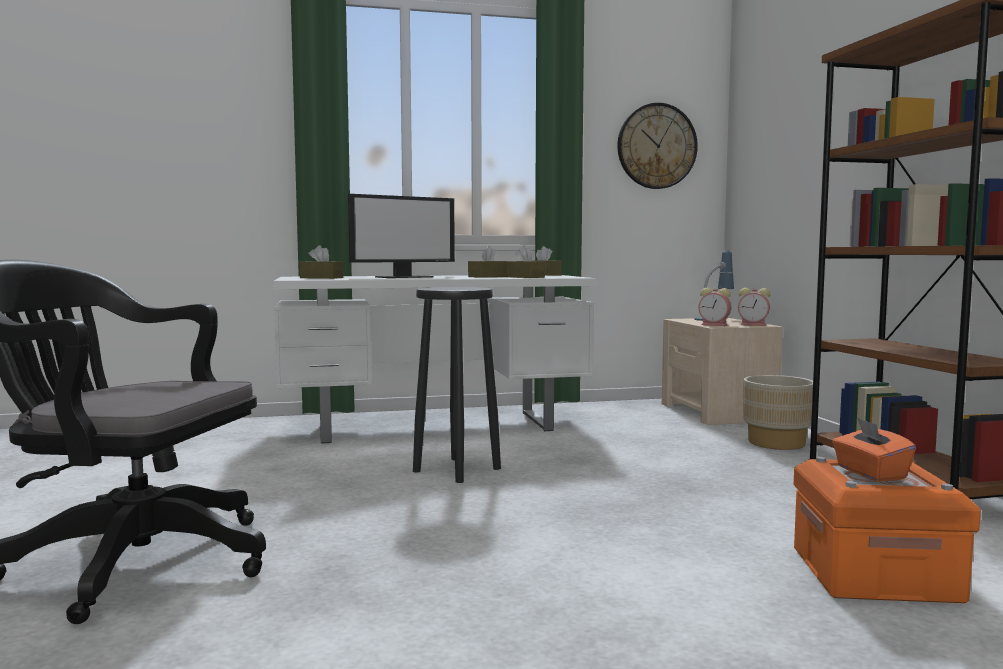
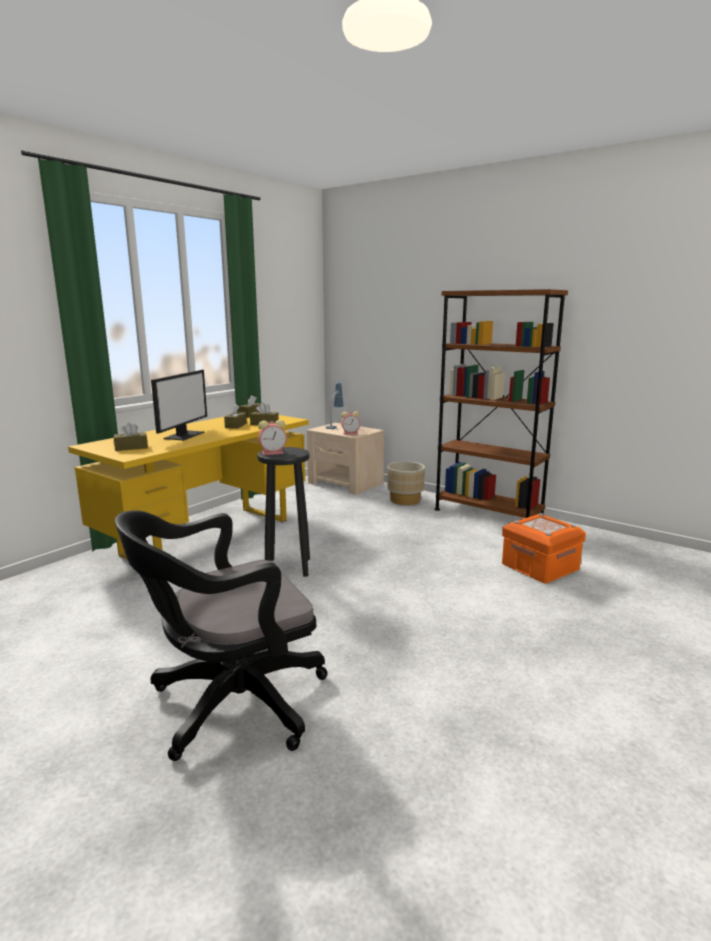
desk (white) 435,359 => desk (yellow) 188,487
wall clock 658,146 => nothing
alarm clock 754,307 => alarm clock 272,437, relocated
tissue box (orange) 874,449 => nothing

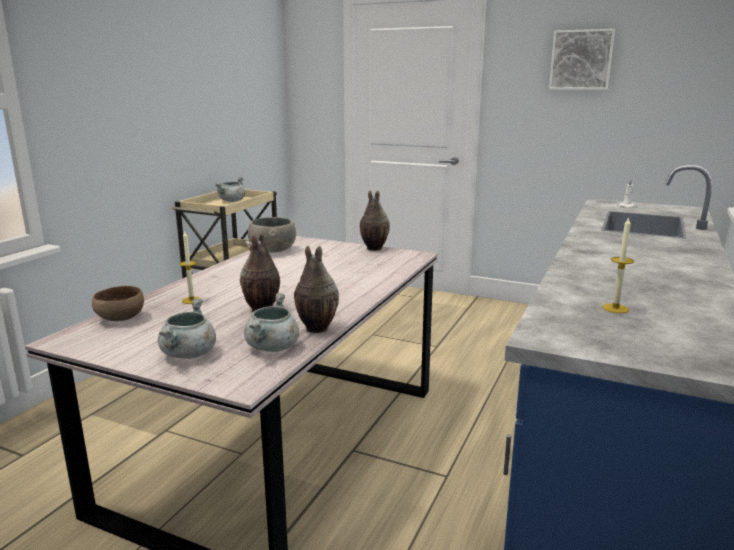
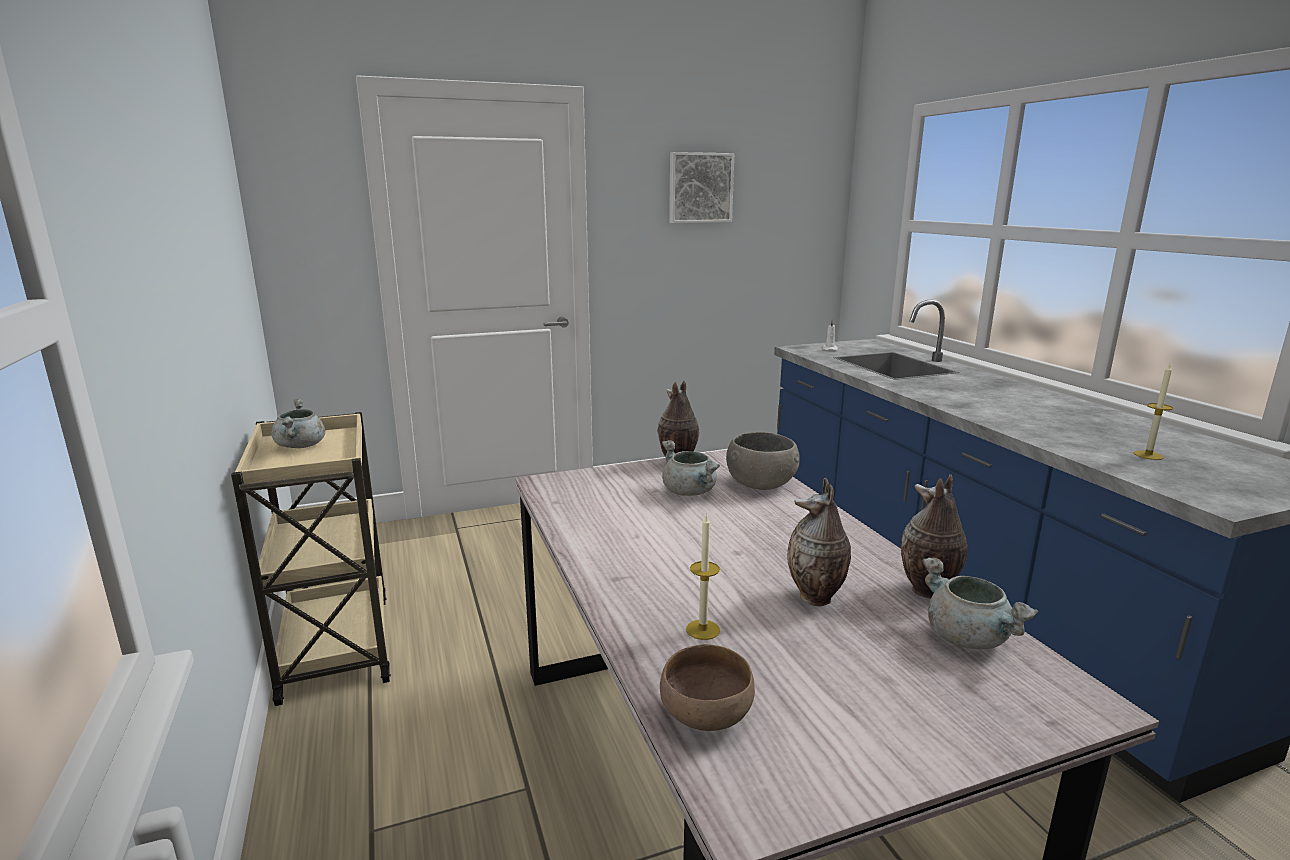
cooking pot (grey) 187,328 => cooking pot (grey) 691,468, relocated
bowl (grey) 272,234 => bowl (grey) 763,461, relocated

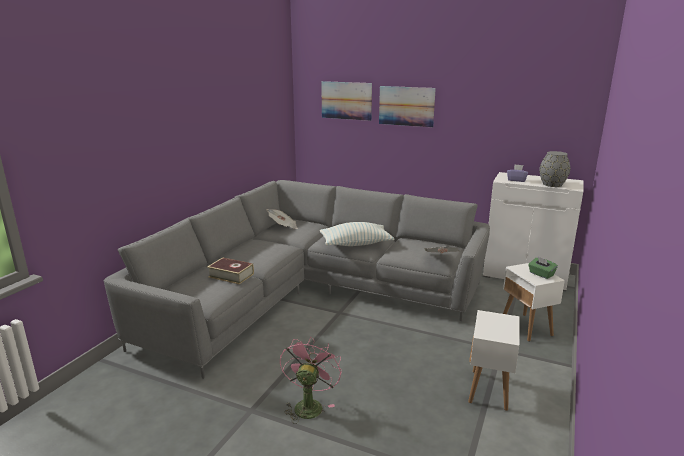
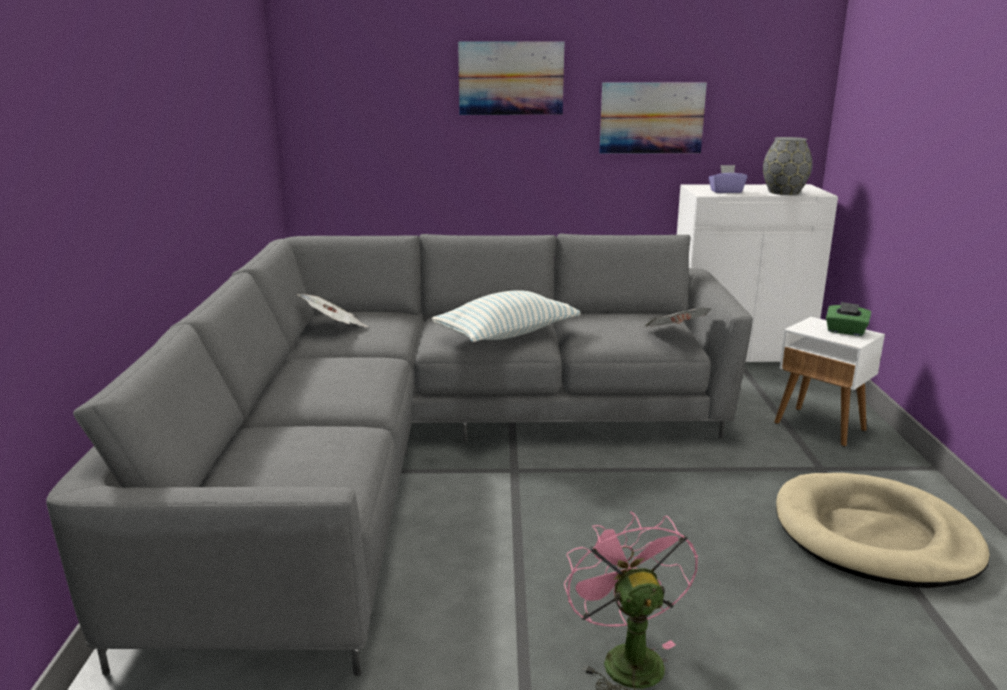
book 230,270 => nothing
picture 346,101 => picture 653,118, relocated
side table (white) 493,360 => dog bed (beige) 883,530

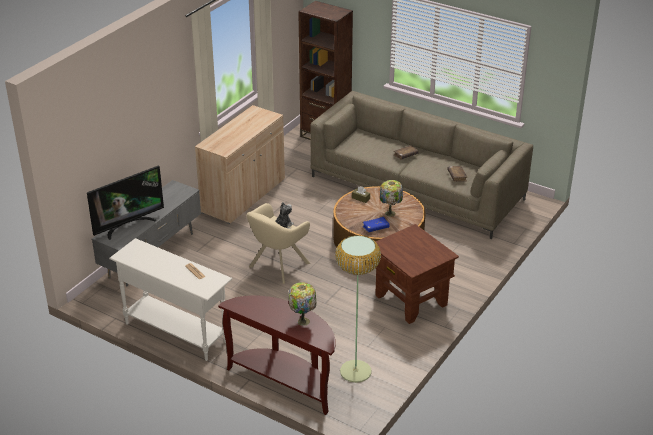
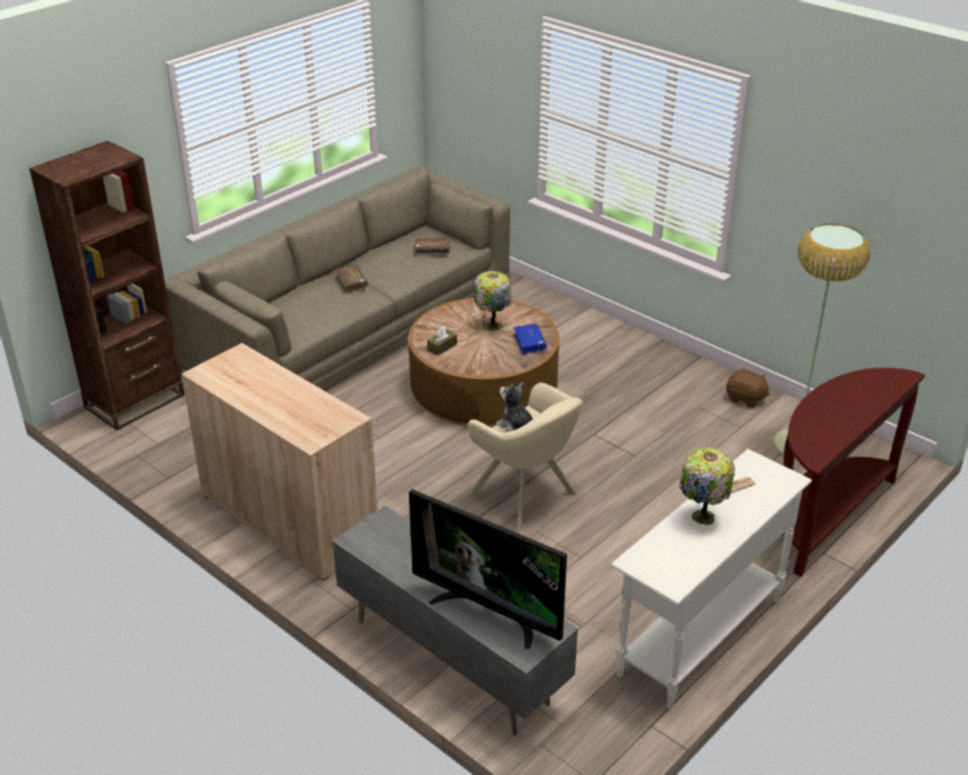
television 125,203 => television 488,569, 150 degrees clockwise
table lamp 302,304 => table lamp 707,486, relocated
side table (brown) 415,274 => nothing
nothing => plush toy (brown) 748,388

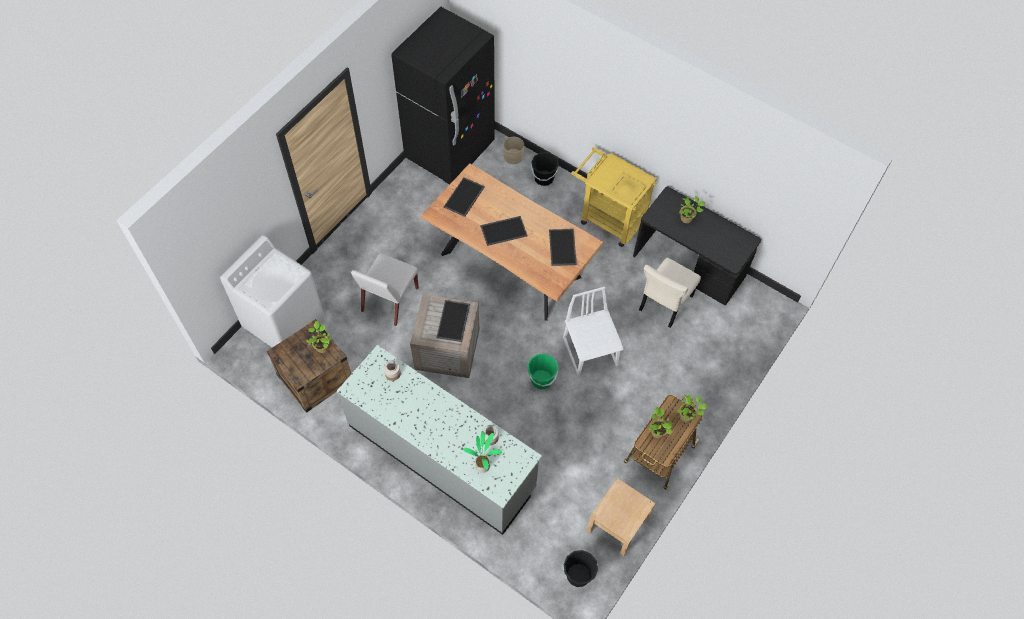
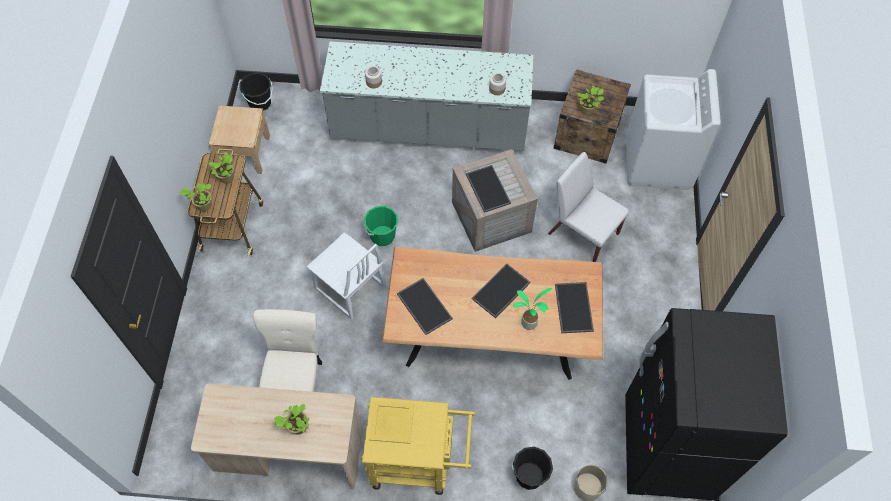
chair (white) 385,289 => chair (white) 588,207, 45 degrees counterclockwise
potted plant 482,452 => potted plant 532,309, relocated
desk (black) 697,245 => desk (beige) 277,436

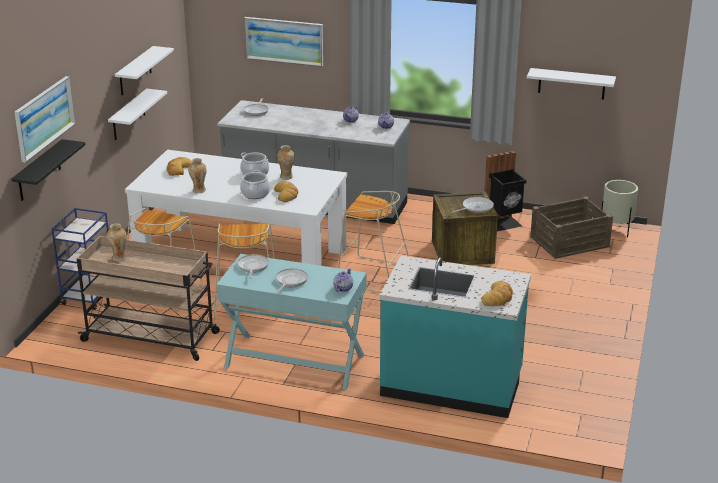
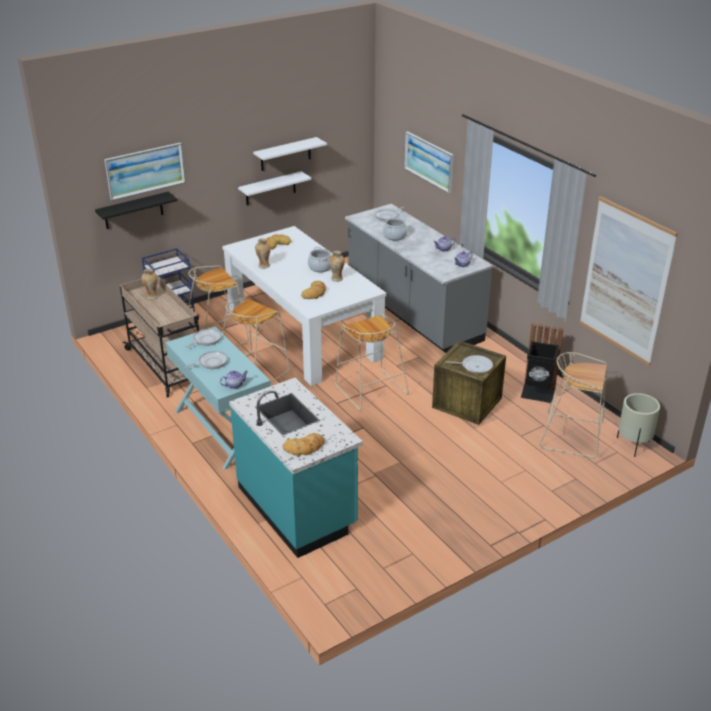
cooking pot 255,184 => cooking pot 395,228, relocated
shelf (white) 571,84 => picture 629,281
crate 571,227 => stool (beige) 573,405

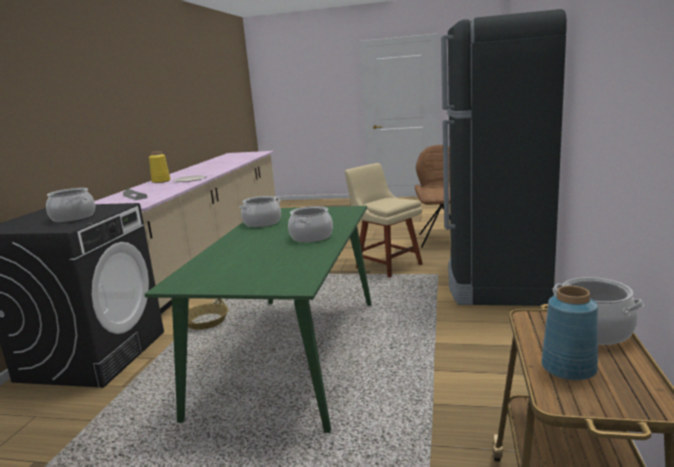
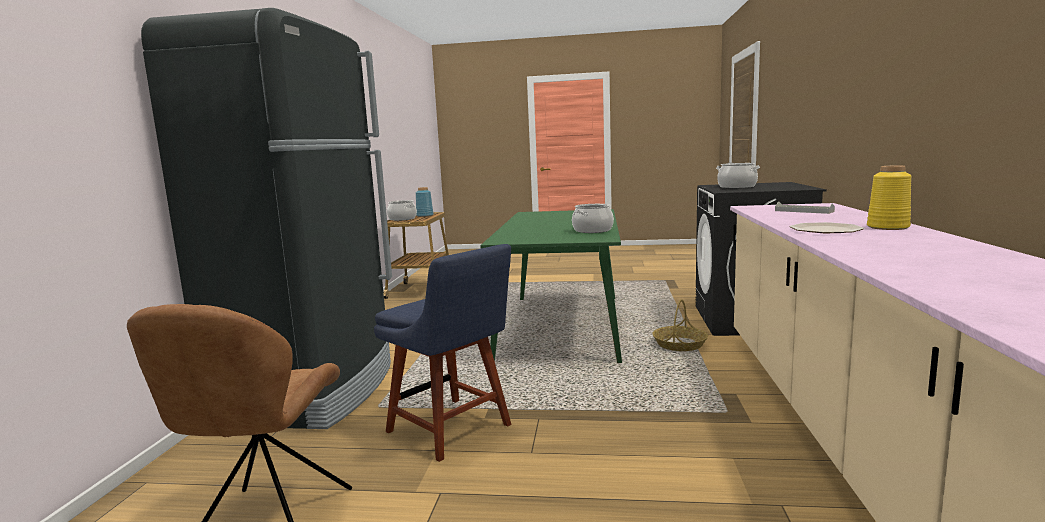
cooking pot 310,224 => nothing
chair (beige) 384,220 => chair (blue) 442,353

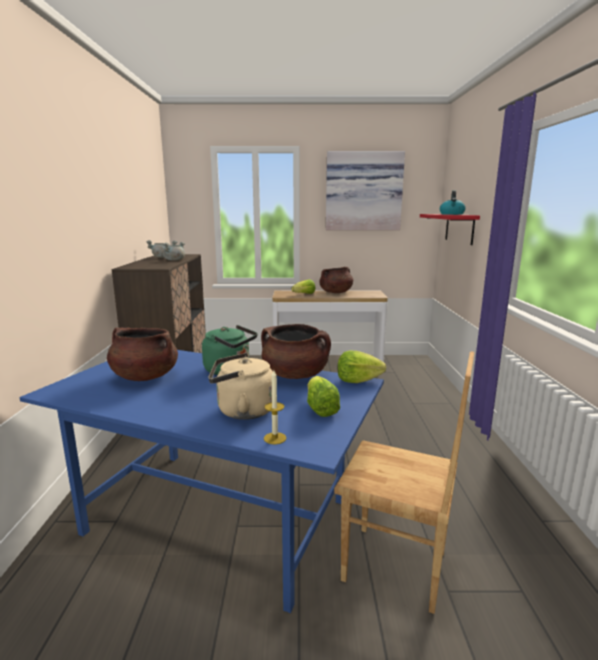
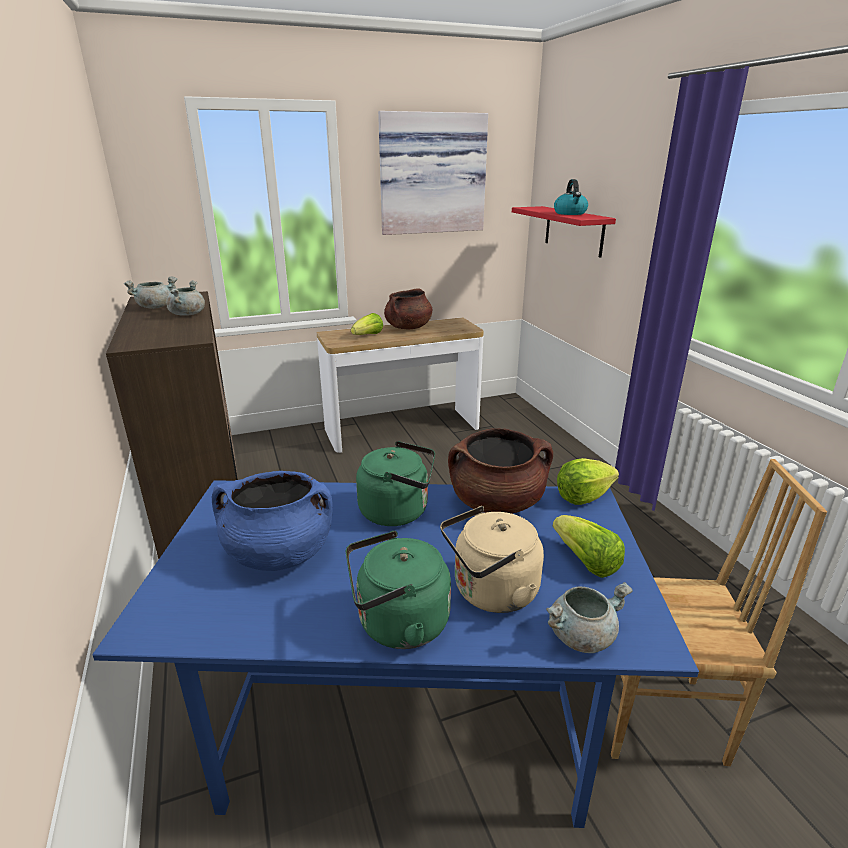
cooking pot (brown) 142,354 => cooking pot (blue) 272,521
candle 275,407 => cooking pot (grey) 589,617
nothing => kettle (green) 398,590

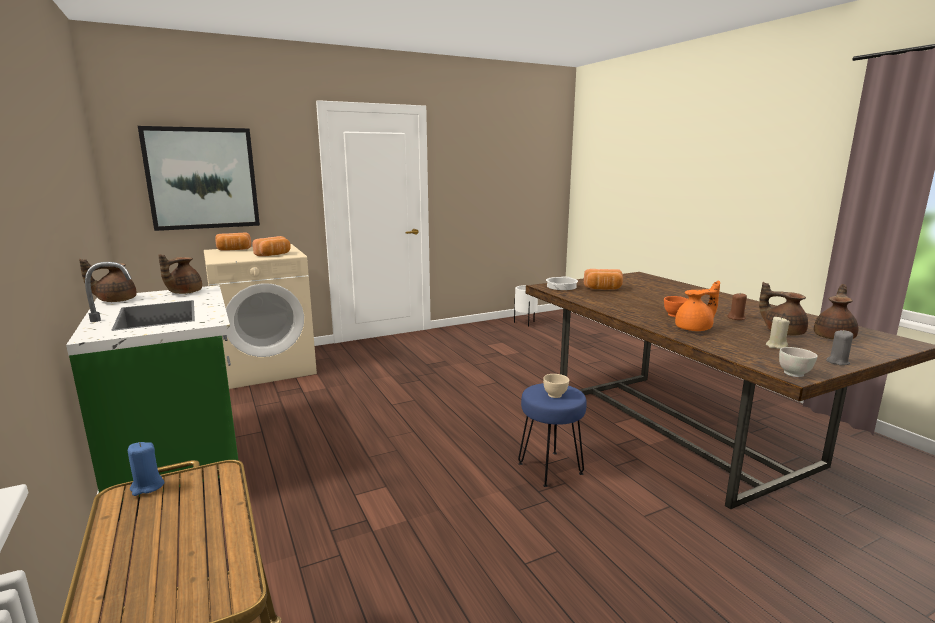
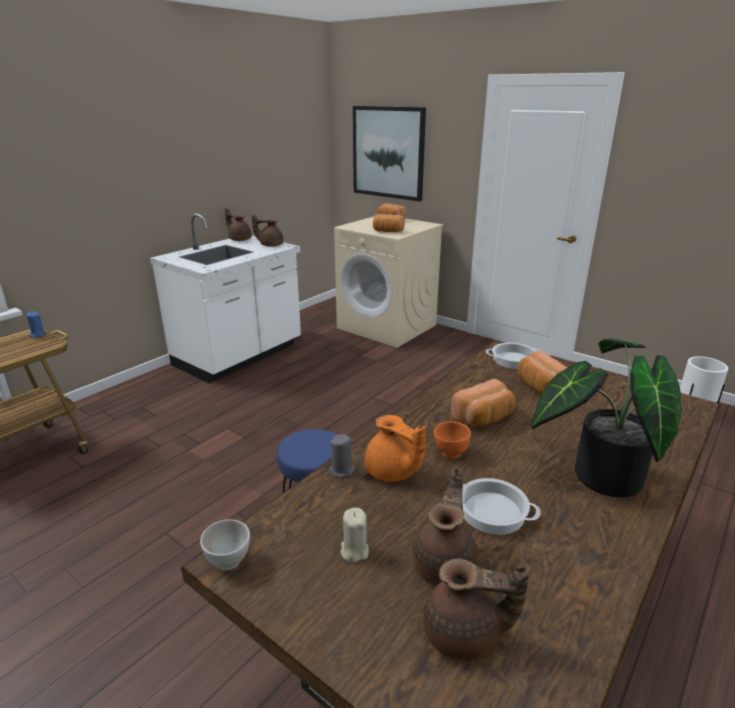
counter (green) 152,391 => counter (white) 225,298
bowl (beige) 556,386 => nothing
candle (brown) 737,306 => cooking pot 501,506
candle (grey) 839,348 => candle (grey) 342,456, relocated
nothing => bread 483,403
nothing => potted plant 606,418

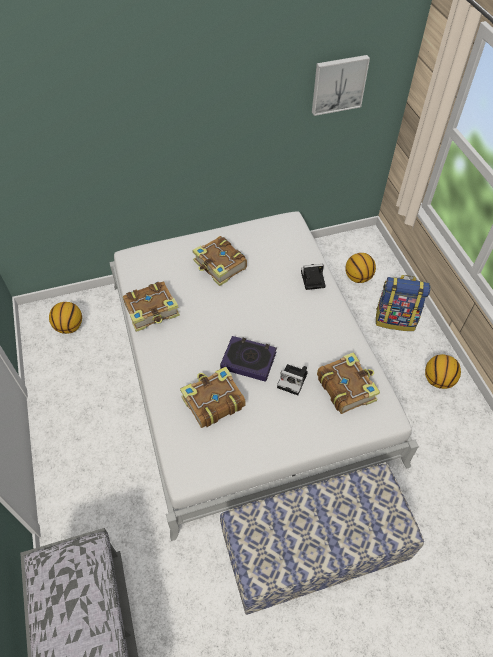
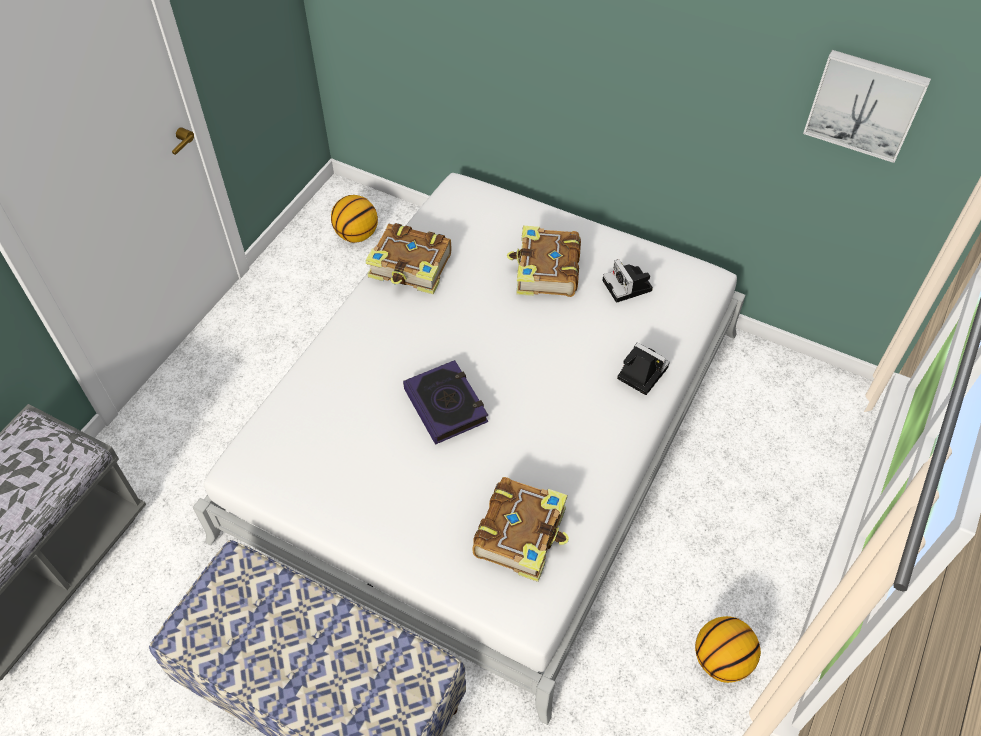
book 213,397 => nothing
photo camera 292,379 => photo camera 627,281, relocated
basketball 360,268 => nothing
backpack 403,303 => nothing

